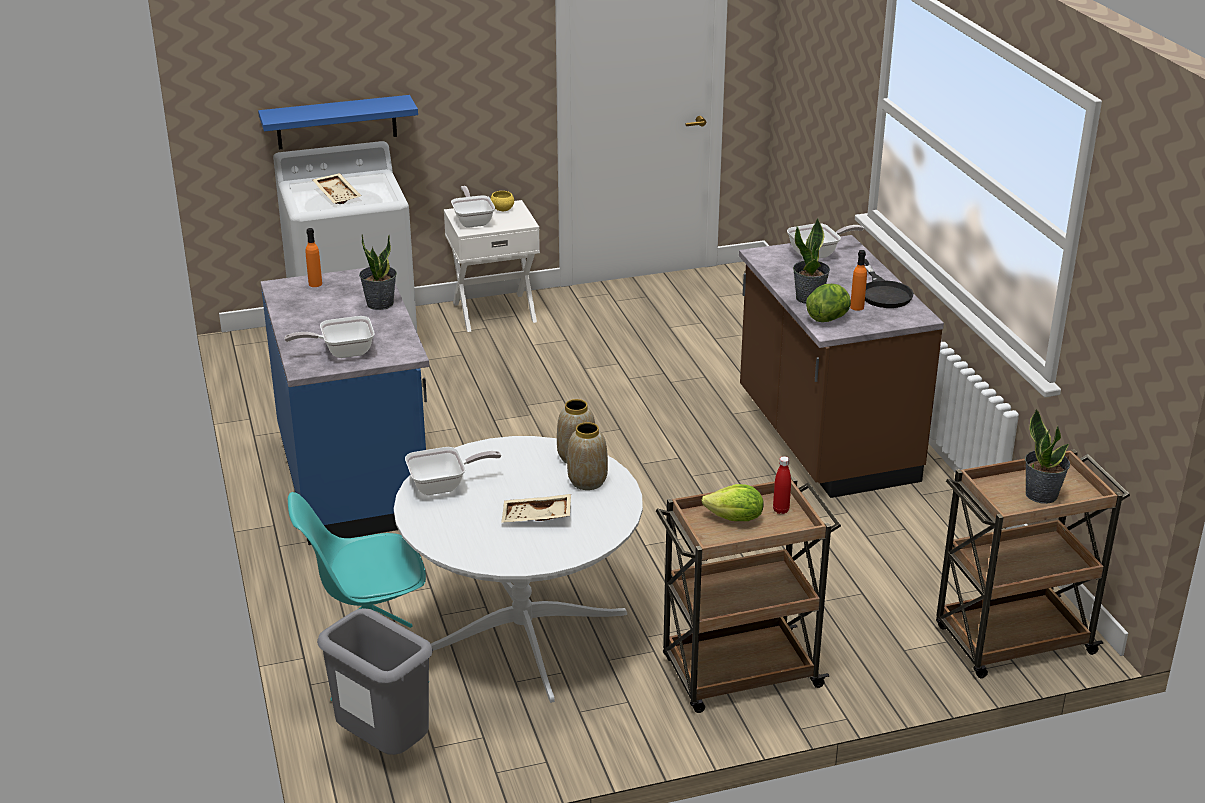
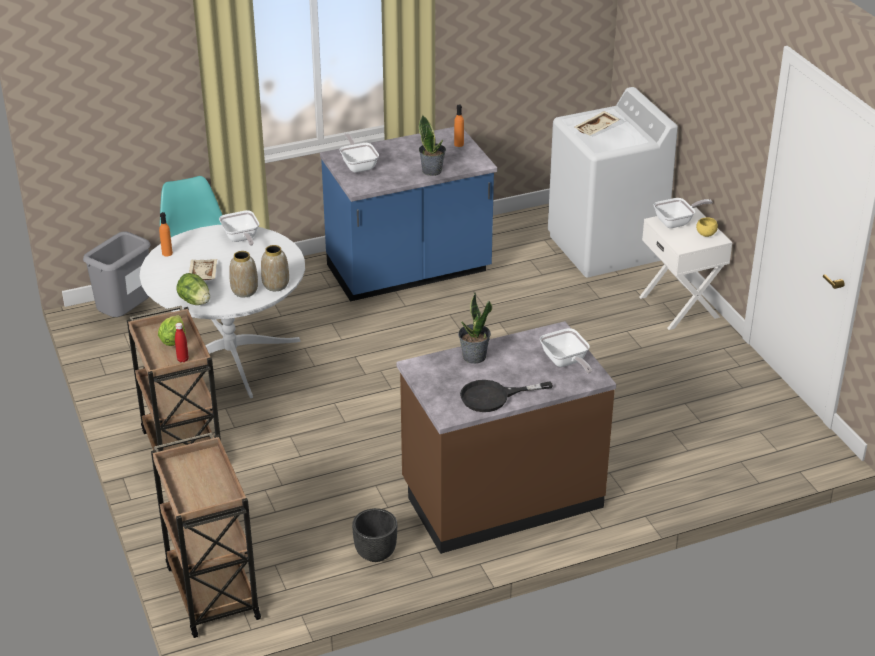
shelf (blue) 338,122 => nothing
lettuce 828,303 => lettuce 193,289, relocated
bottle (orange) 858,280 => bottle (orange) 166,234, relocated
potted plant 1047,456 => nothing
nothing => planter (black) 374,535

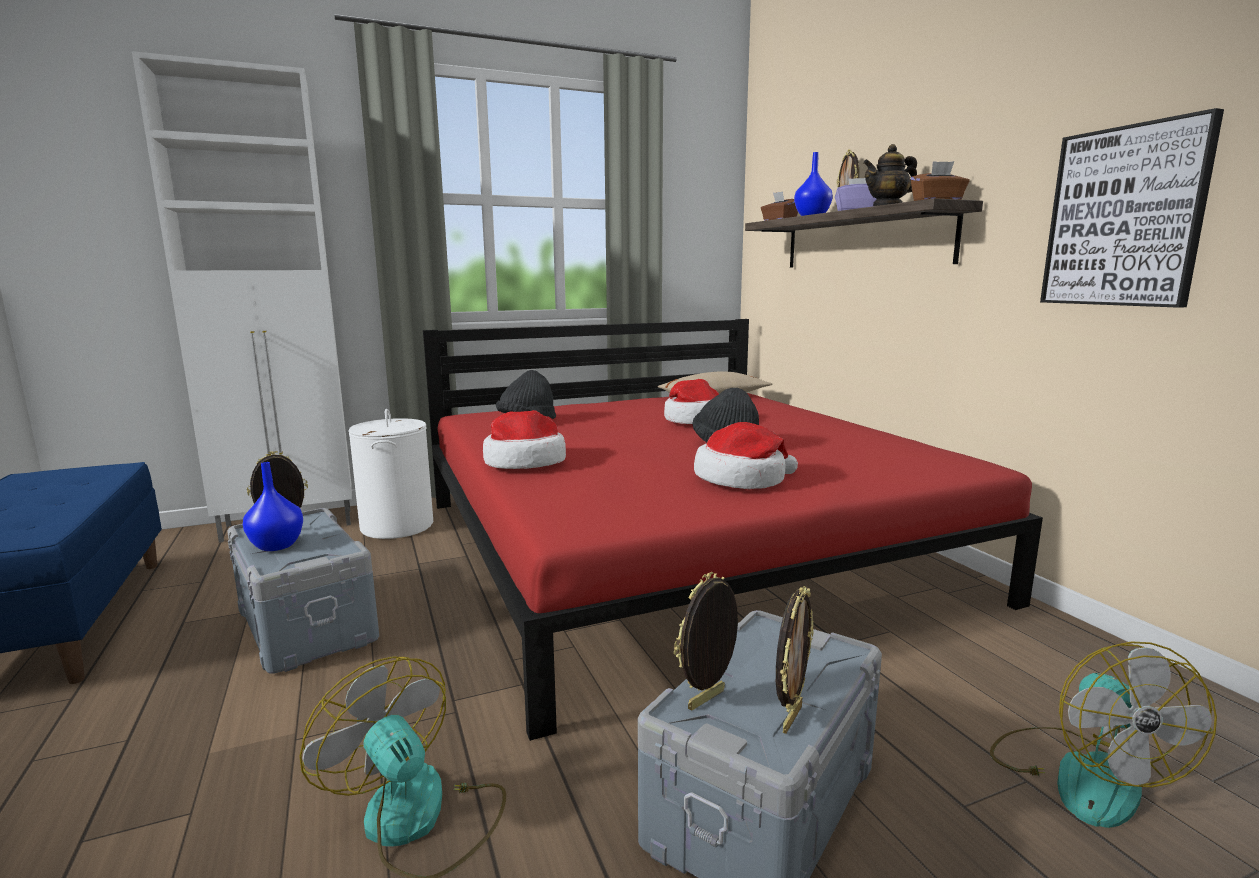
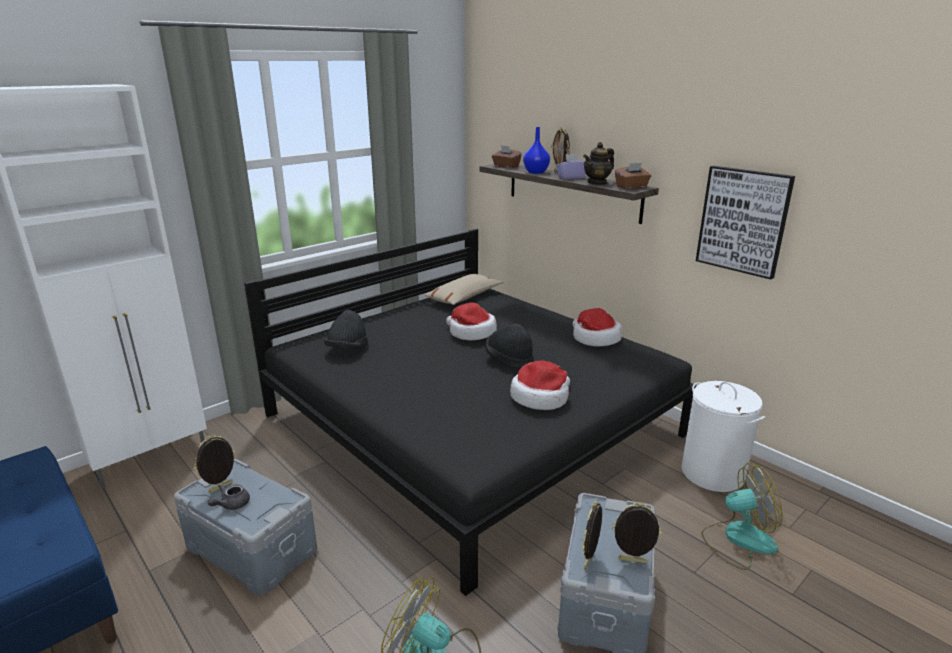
vase (blue) 273,506 => teapot (grey) 229,497
laundry basket (white) 390,474 => laundry basket (white) 723,436, relocated
bed (red) 733,530 => bed (black) 470,412
hat 524,439 => hat 597,327, relocated
picture frame 795,660 => picture frame 637,532, 90 degrees counterclockwise
fan 1103,734 => fan 741,516, 75 degrees counterclockwise

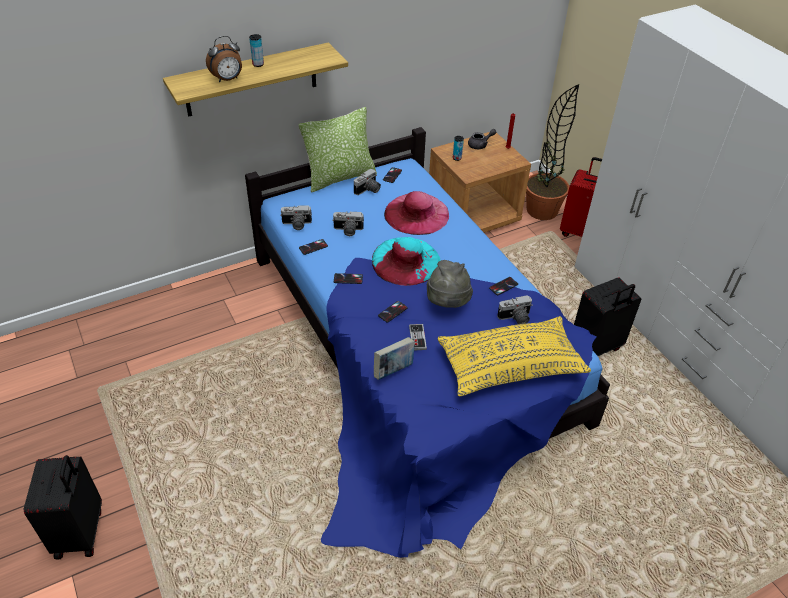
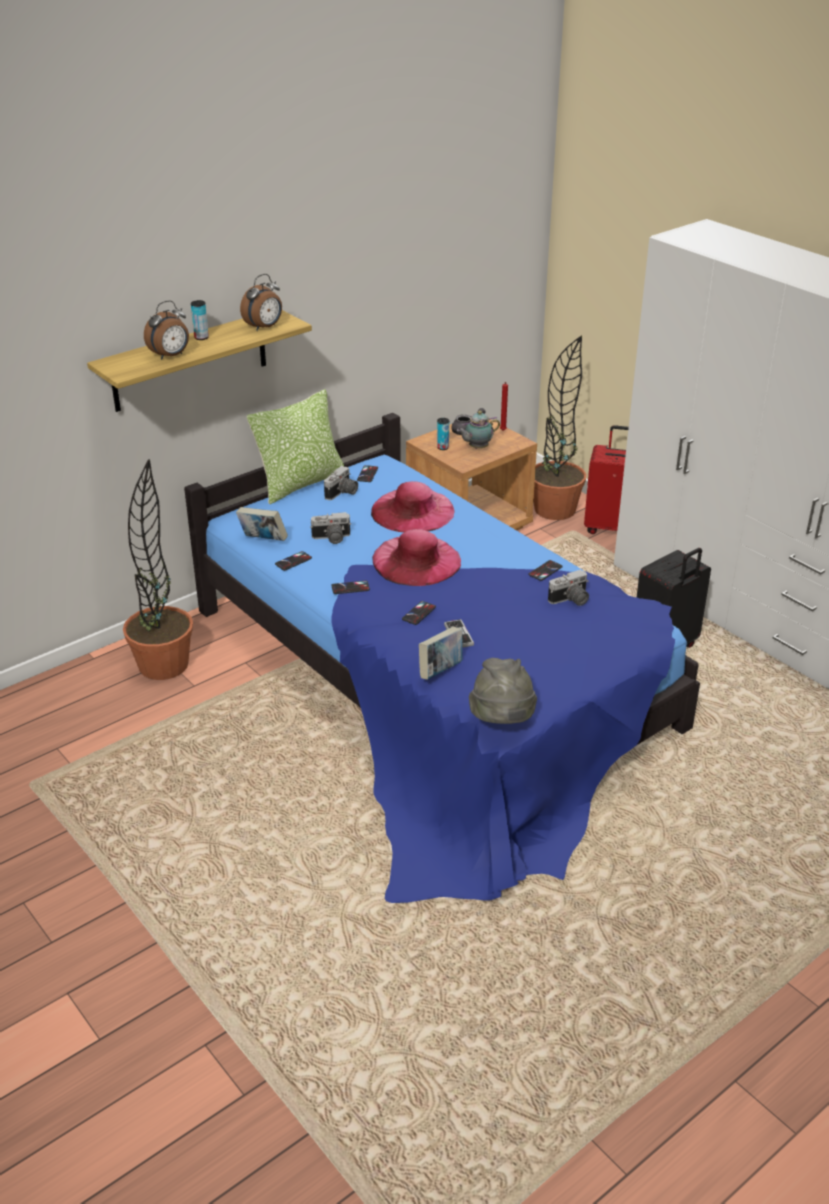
suitcase (black) 63,507 => nothing
photo camera 296,217 => book 262,524
hat (turquoise) 406,261 => hat (pink) 416,557
hat (grey) 450,284 => hat (grey) 503,691, relocated
pillow (yellow) 514,356 => nothing
nothing => potted plant 158,569
nothing => alarm clock 261,302
nothing => teapot 478,430

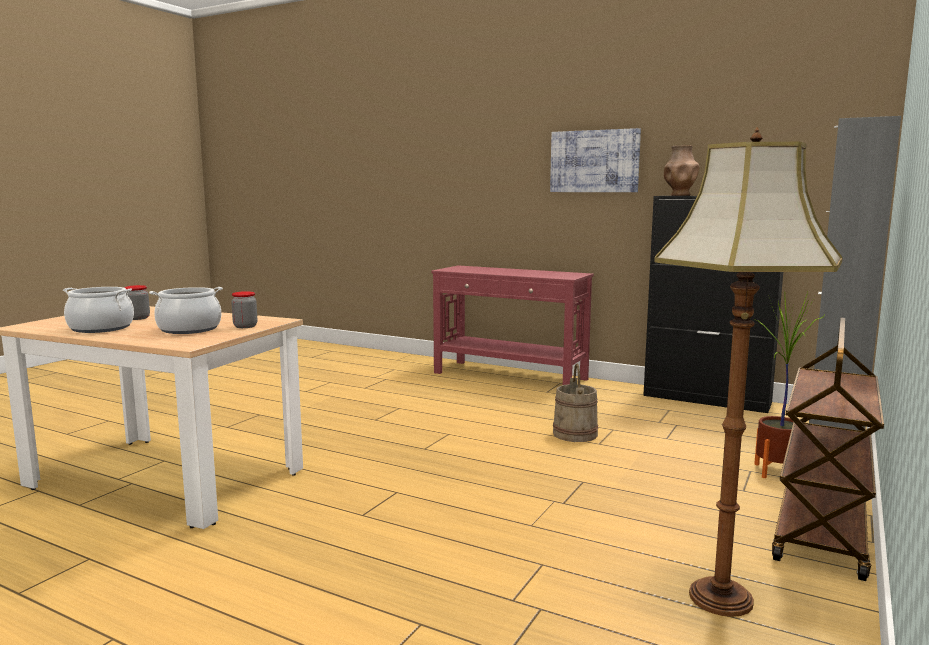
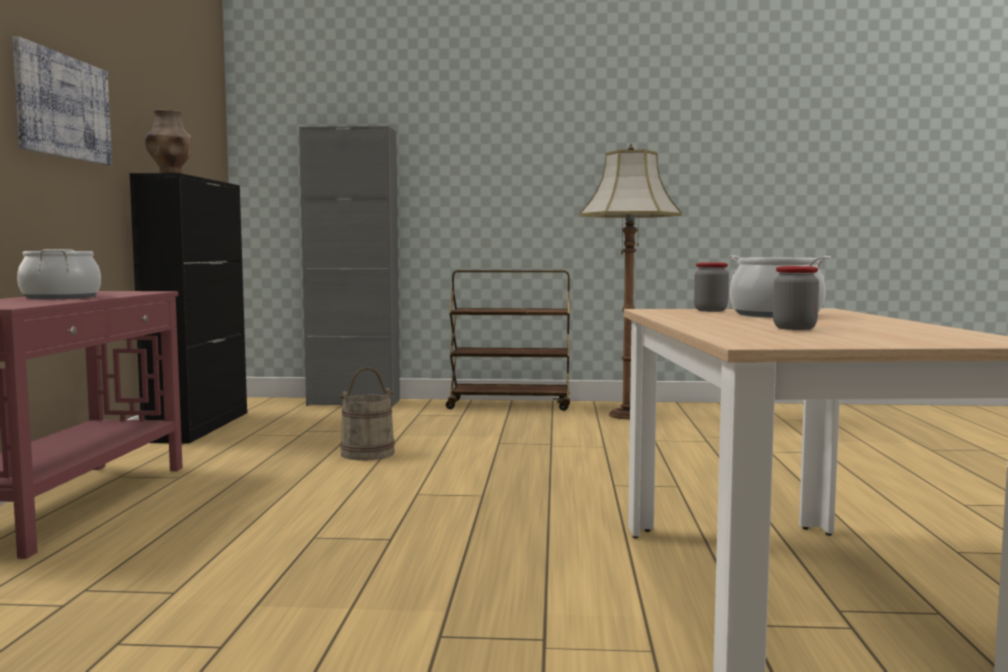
cooking pot 98,310 => cooking pot 59,274, relocated
potted plant 789,385 => nothing

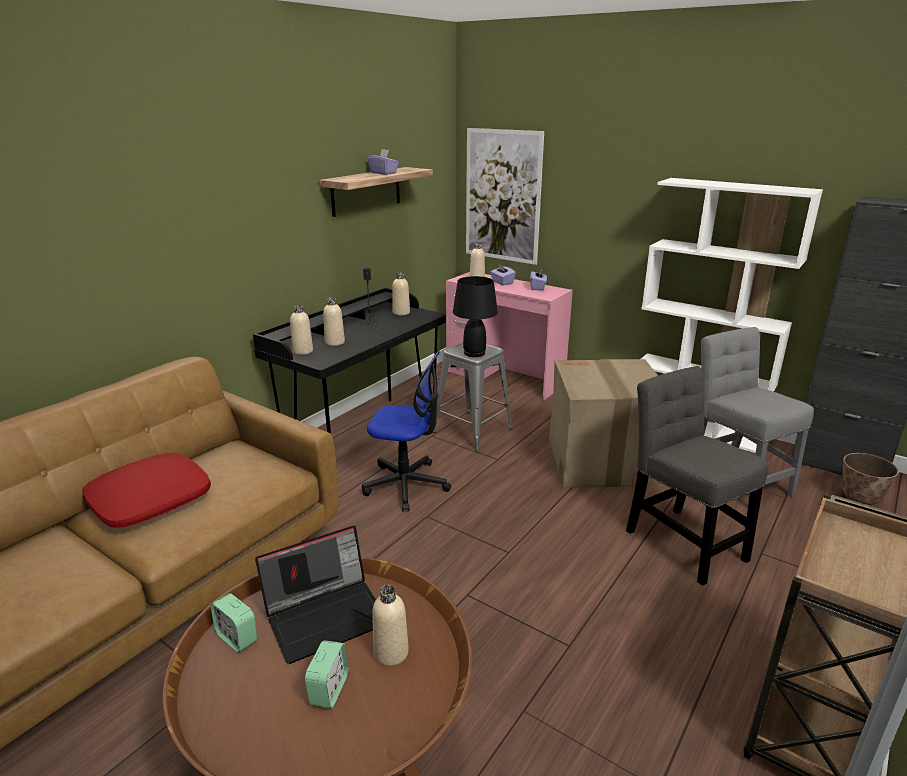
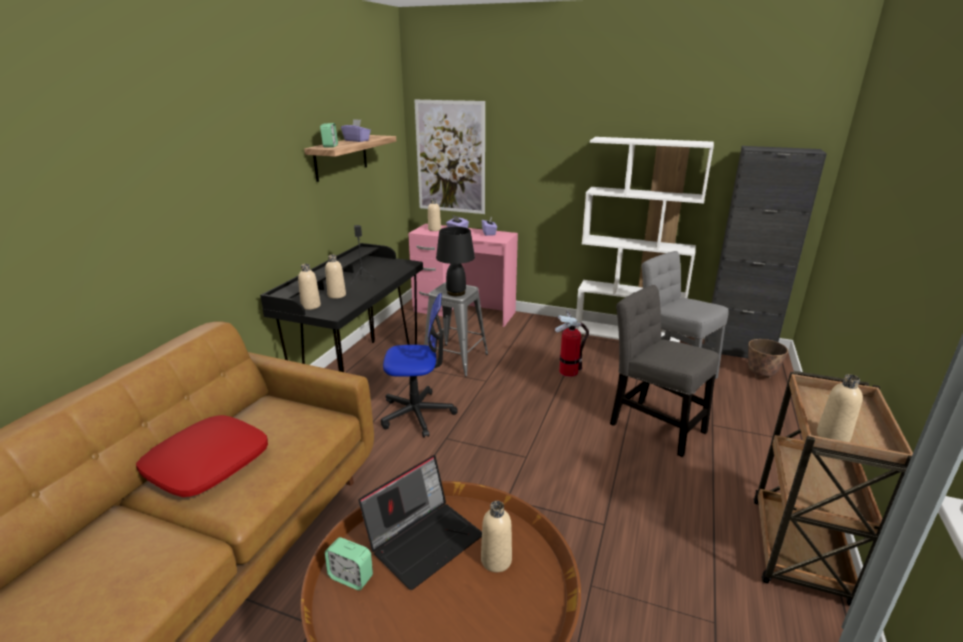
alarm clock 326,674 => alarm clock 329,135, relocated
bottle (beige) 401,293 => bottle (beige) 840,408, relocated
cardboard box 604,423 => fire extinguisher 572,343

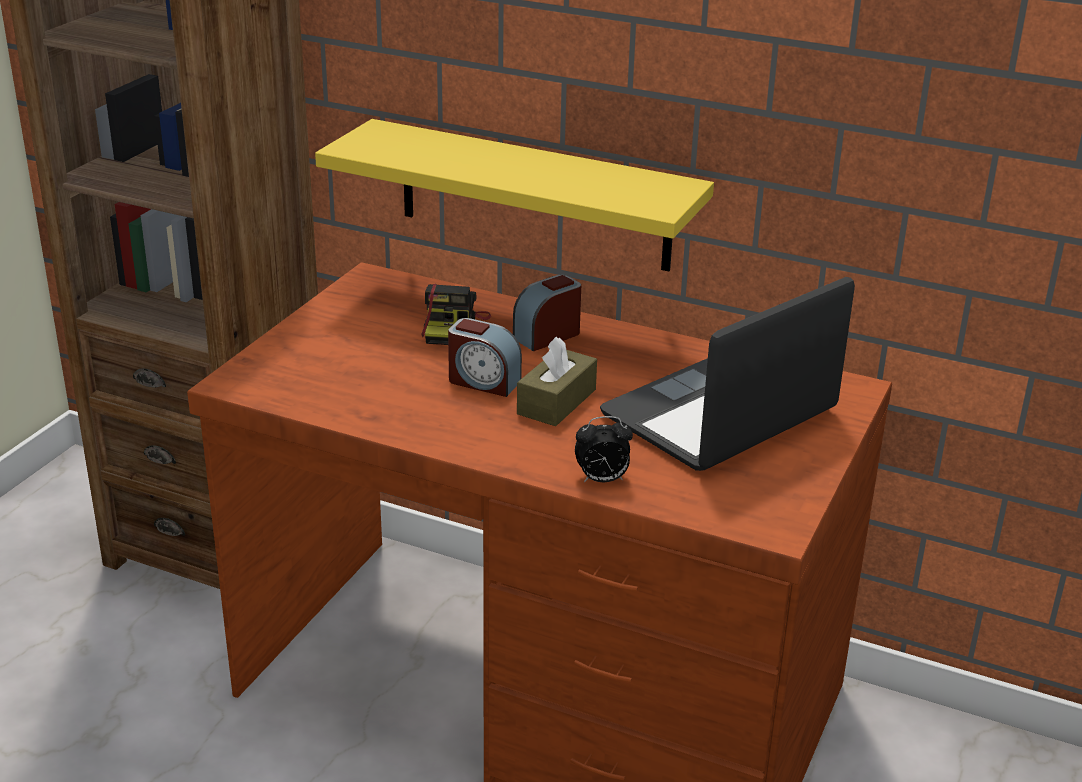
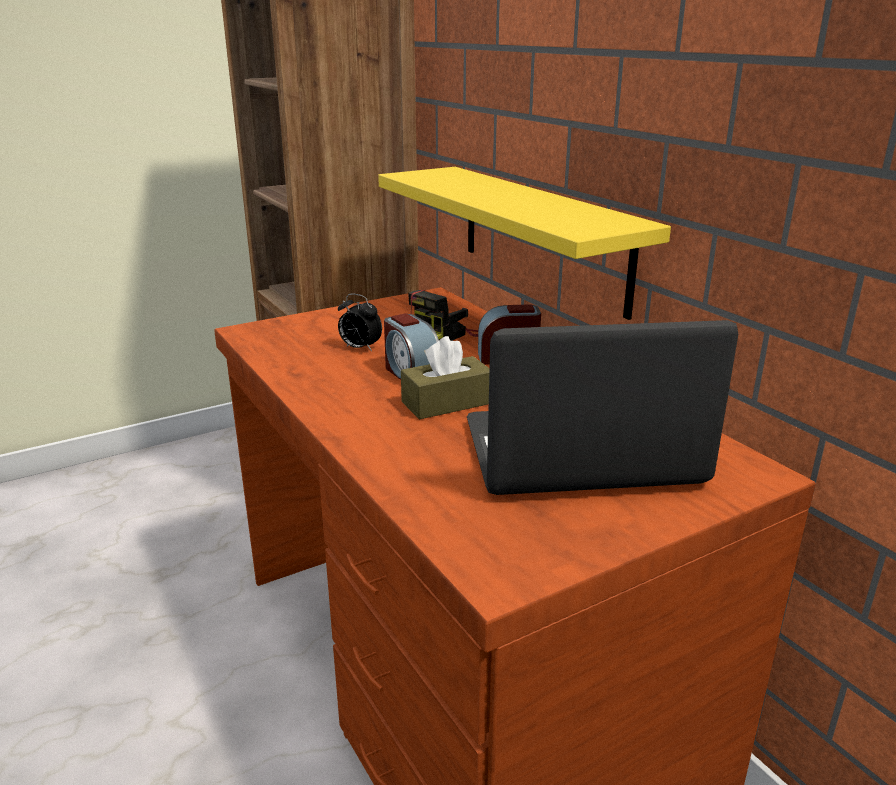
alarm clock 604,449 => alarm clock 360,323, relocated

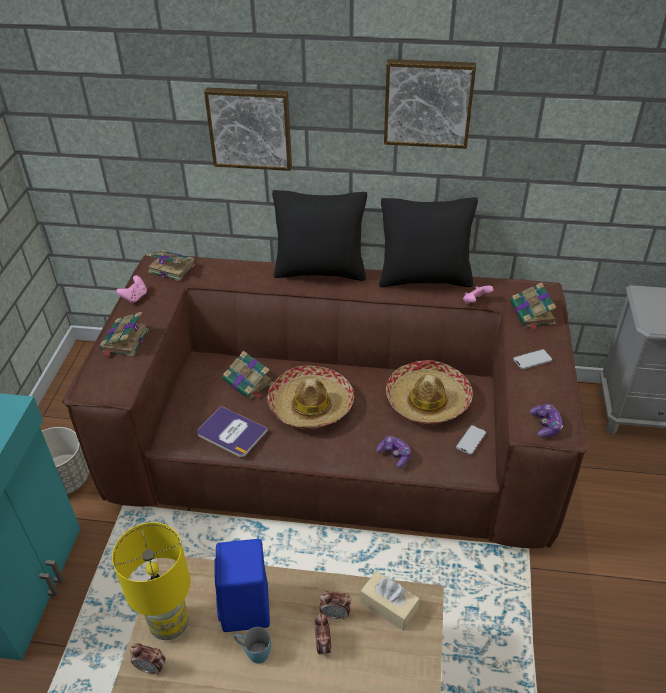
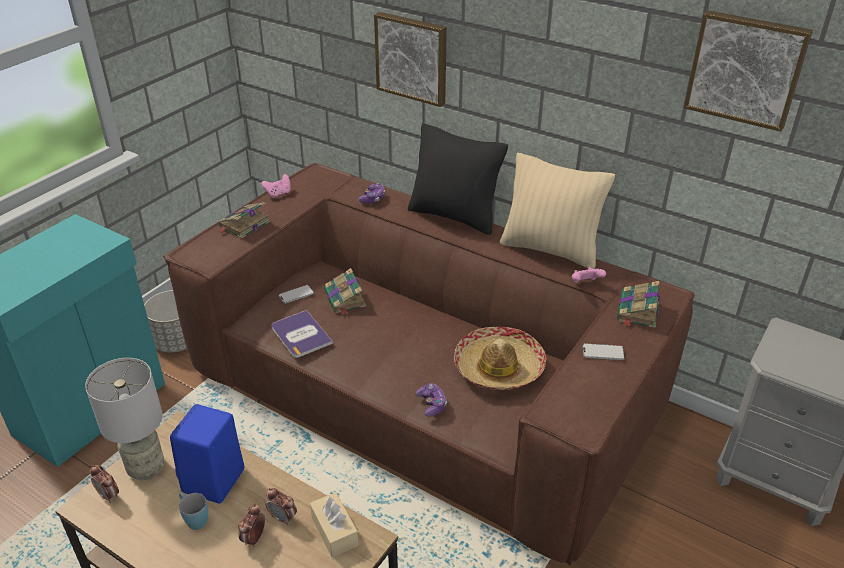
table lamp (yellow) 151,581 => table lamp (grey) 124,419
book 170,265 => nothing
hat 311,397 => nothing
pillow (black) 428,242 => pillow (beige) 557,211
picture 430,104 => picture 748,71, relocated
phone 471,440 => phone 296,294, relocated
game controller 546,421 => game controller 371,193, relocated

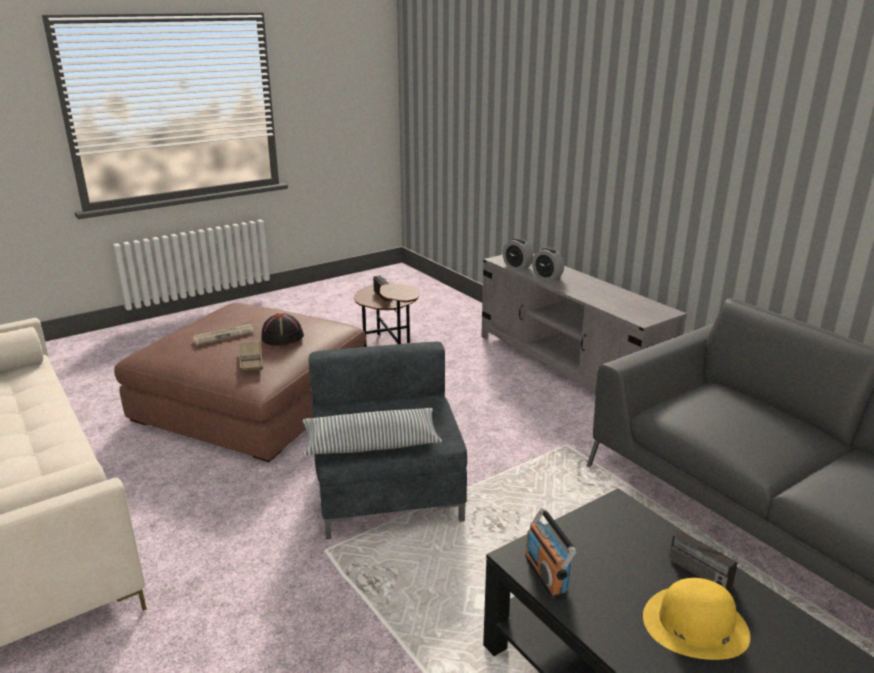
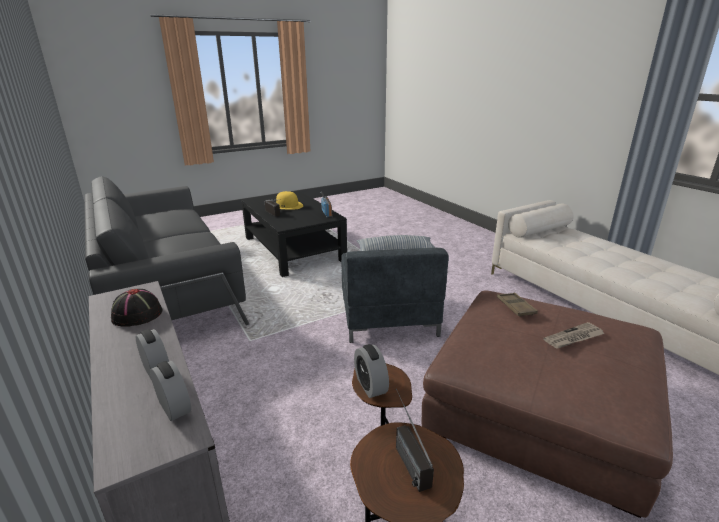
hat (black) 282,329 => hat (black) 137,308, relocated
nothing => alarm clock 371,371

